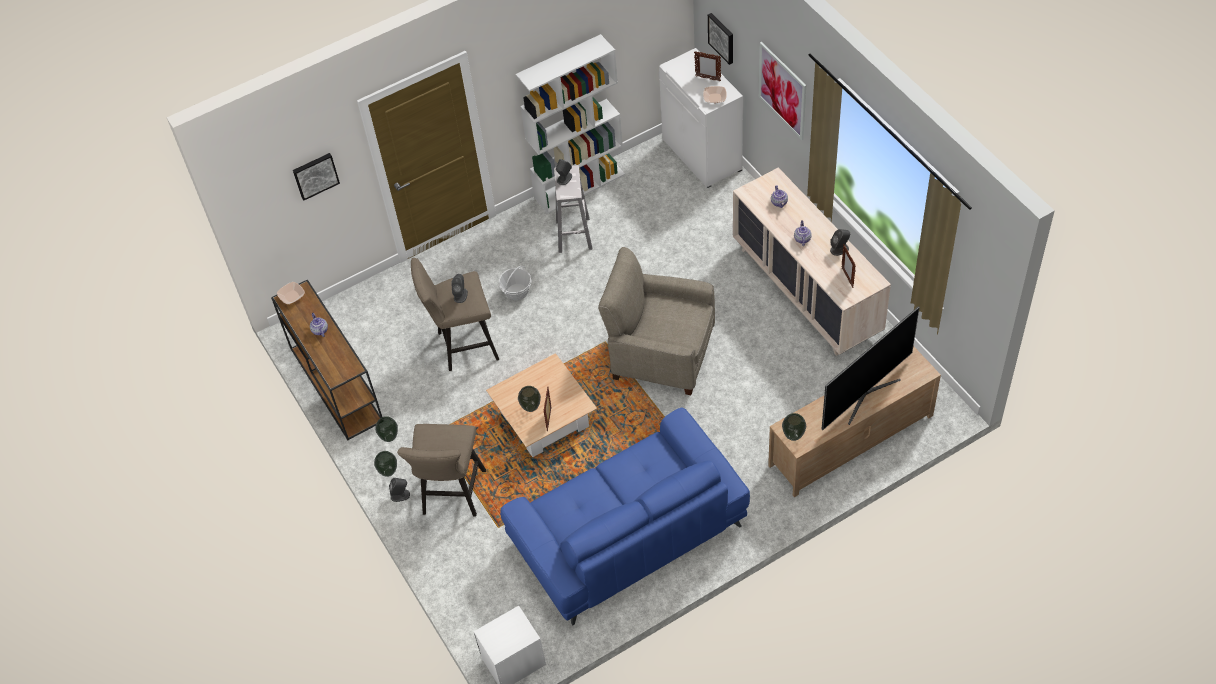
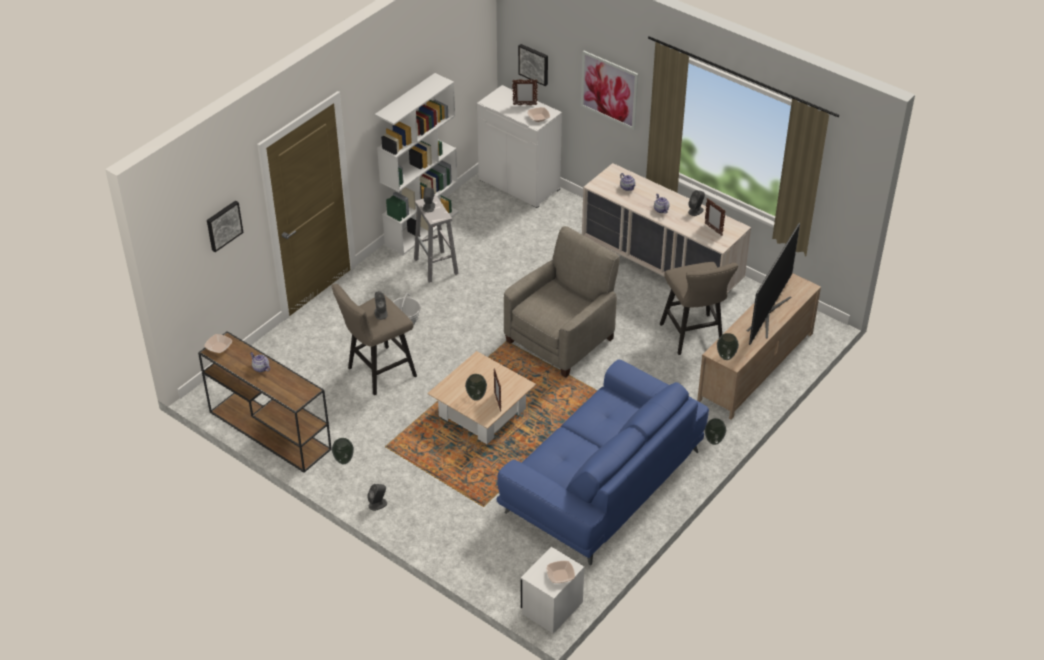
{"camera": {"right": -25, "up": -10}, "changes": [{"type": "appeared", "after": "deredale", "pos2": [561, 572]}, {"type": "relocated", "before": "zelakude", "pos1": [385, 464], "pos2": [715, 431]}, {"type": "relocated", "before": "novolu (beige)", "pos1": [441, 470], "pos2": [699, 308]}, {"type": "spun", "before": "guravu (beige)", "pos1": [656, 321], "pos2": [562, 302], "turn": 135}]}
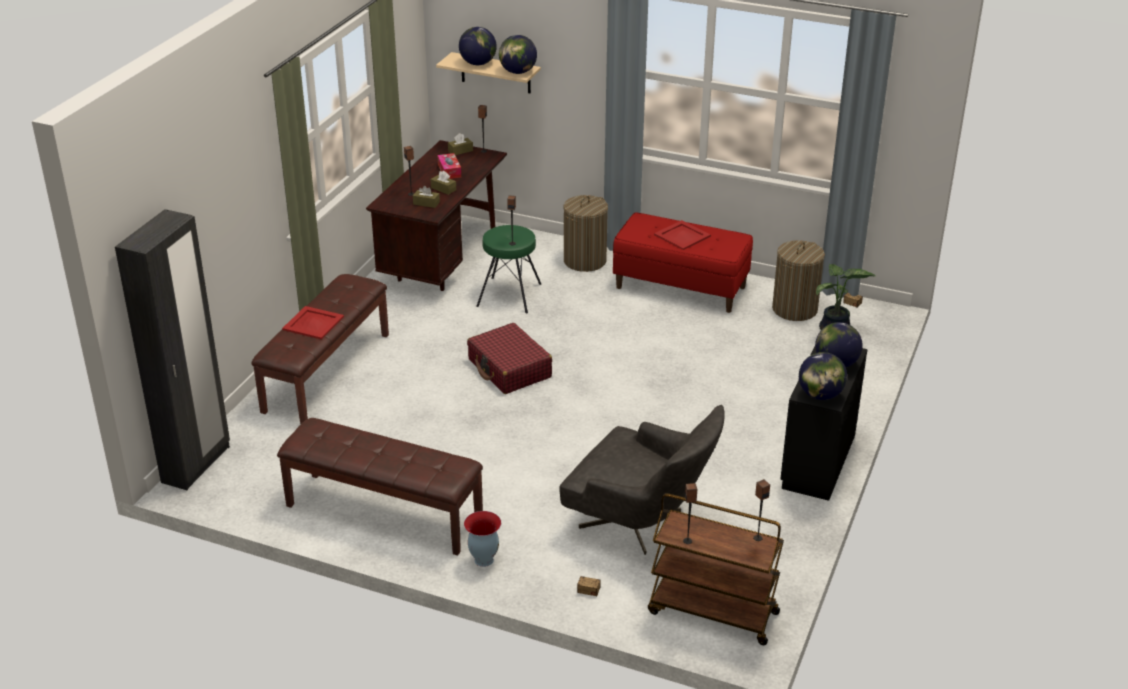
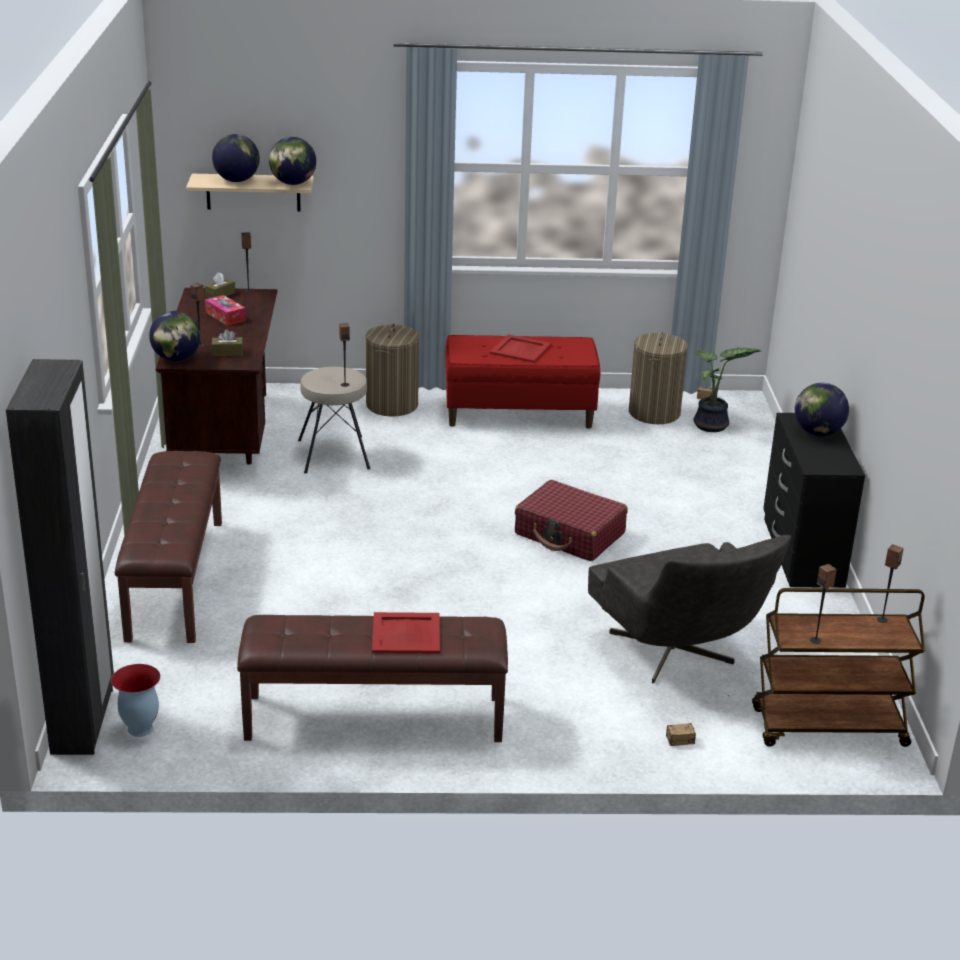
{"camera": {"right": -25, "up": -5}, "changes": [{"type": "missing", "before": "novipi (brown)", "pos1": [443, 183]}, {"type": "relocated", "before": "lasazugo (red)", "pos1": [313, 323], "pos2": [406, 633]}, {"type": "relocated", "before": "zelakude", "pos1": [482, 539], "pos2": [135, 700]}, {"type": "relocated", "before": "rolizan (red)", "pos1": [509, 358], "pos2": [571, 520]}, {"type": "relocated", "before": "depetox", "pos1": [823, 376], "pos2": [175, 336]}, {"type": "colour", "before": "novolu (green)", "after": "novolu (beige)", "pos1": [508, 269], "pos2": [334, 420]}, {"type": "spun", "before": "guravu (grey)", "pos1": [642, 480], "pos2": [689, 609], "turn": 60}]}
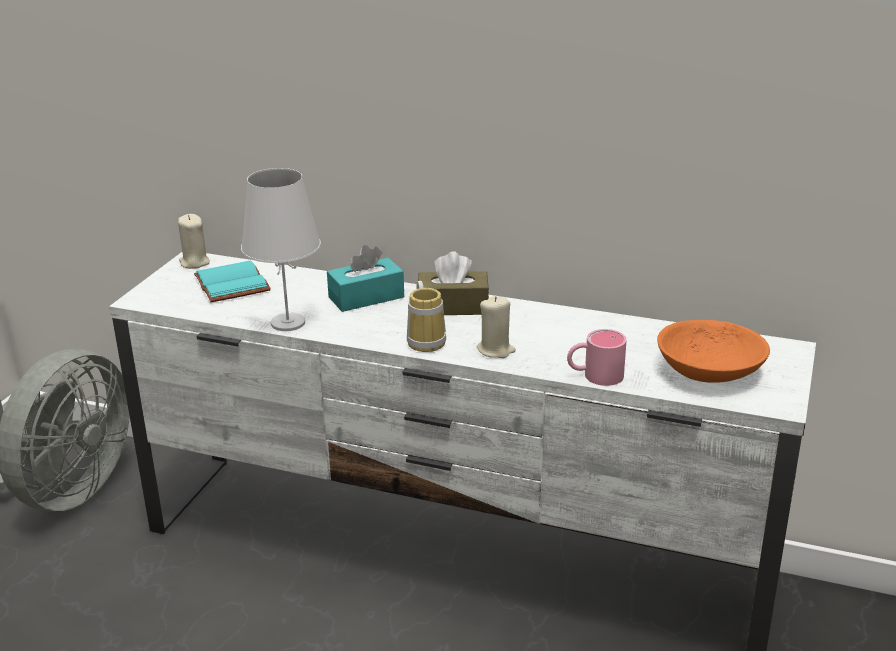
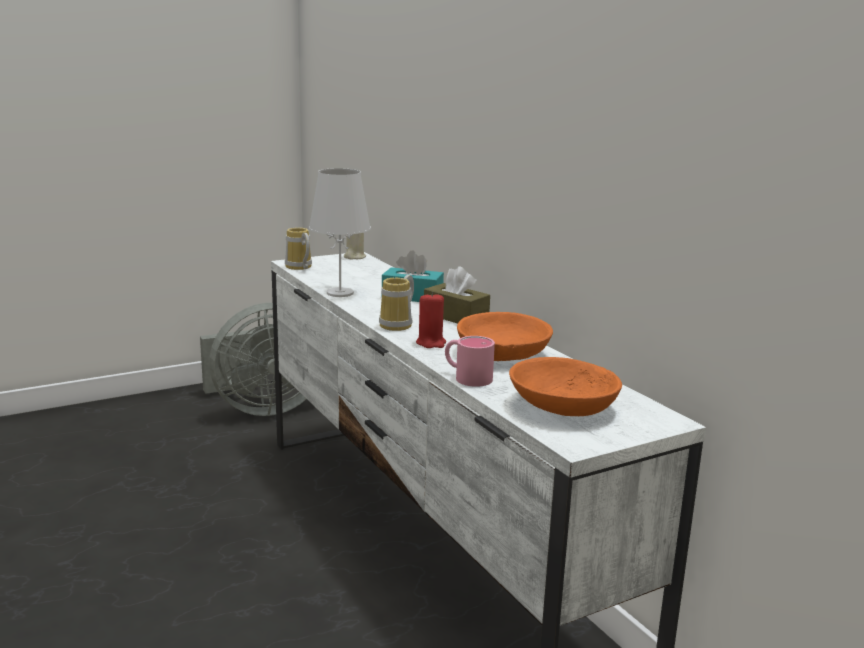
{"camera": {"right": 40, "up": -10}, "changes": [{"type": "missing", "before": "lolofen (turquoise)", "pos1": [232, 281]}, {"type": "appeared", "after": "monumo", "pos2": [298, 249]}, {"type": "appeared", "after": "deredale (orange)", "pos2": [505, 336]}, {"type": "colour", "before": "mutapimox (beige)", "after": "mutapimox (red)", "pos1": [496, 327], "pos2": [431, 320]}]}
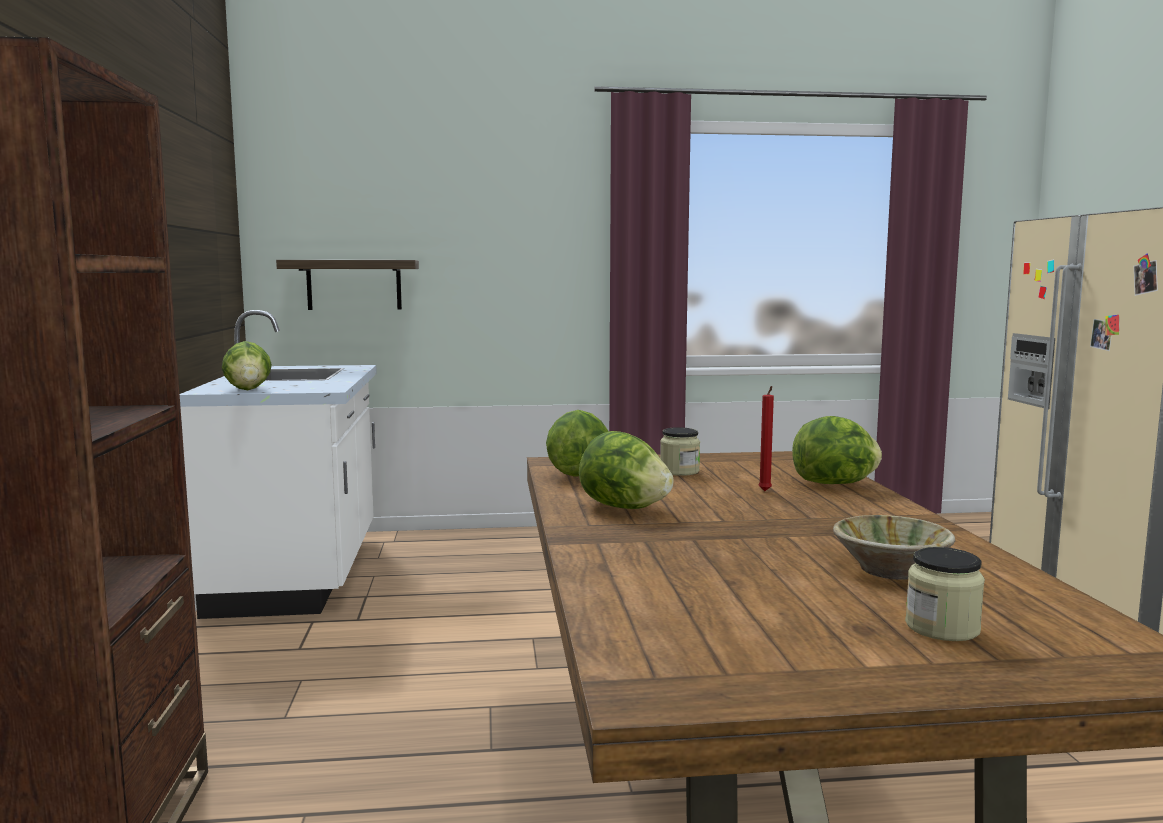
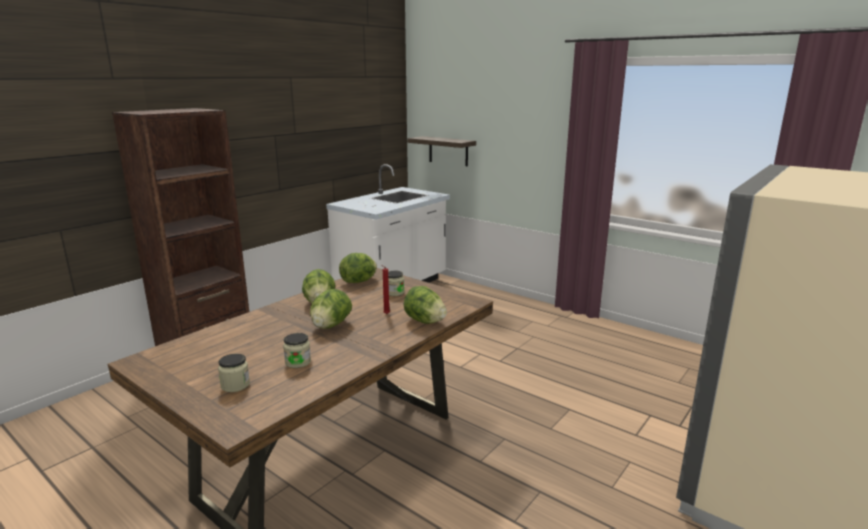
{"camera": {"right": 45, "up": 10}, "changes": [{"type": "relocated", "before": "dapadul", "pos1": [247, 365], "pos2": [331, 309]}, {"type": "exchanged", "before": "deredale (beige)", "after": "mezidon", "pos1": [894, 547], "pos2": [297, 350]}]}
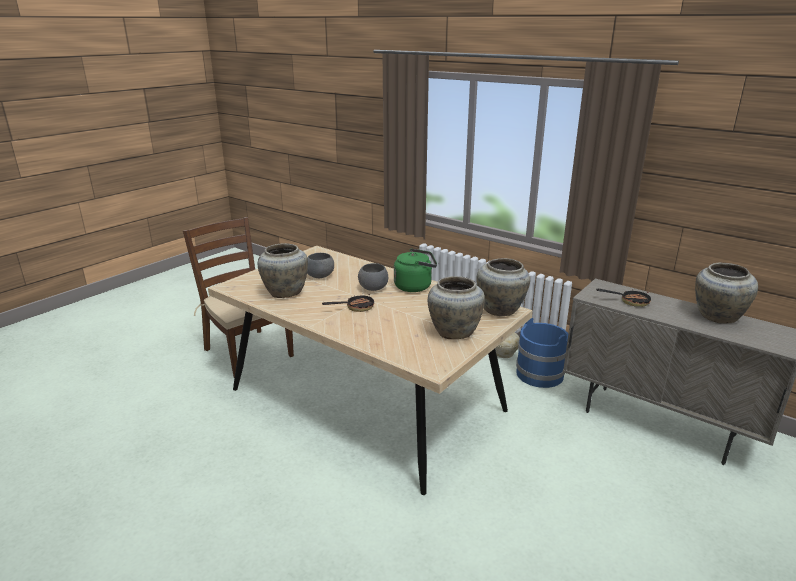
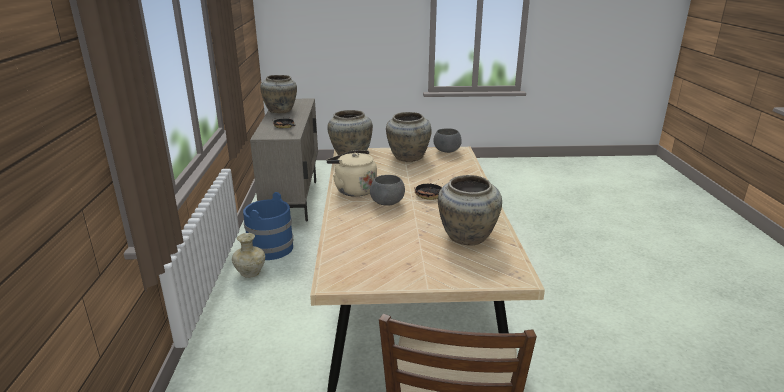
{"camera": {"right": -130, "up": 0}, "changes": [{"type": "relocated", "before": "deredale (grey)", "pos1": [320, 265], "pos2": [447, 140]}, {"type": "colour", "before": "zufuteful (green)", "after": "zufuteful (beige)", "pos1": [415, 270], "pos2": [352, 173]}]}
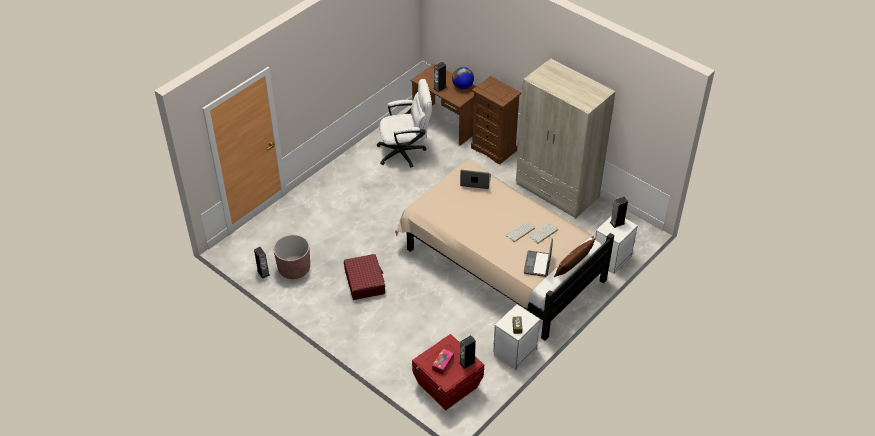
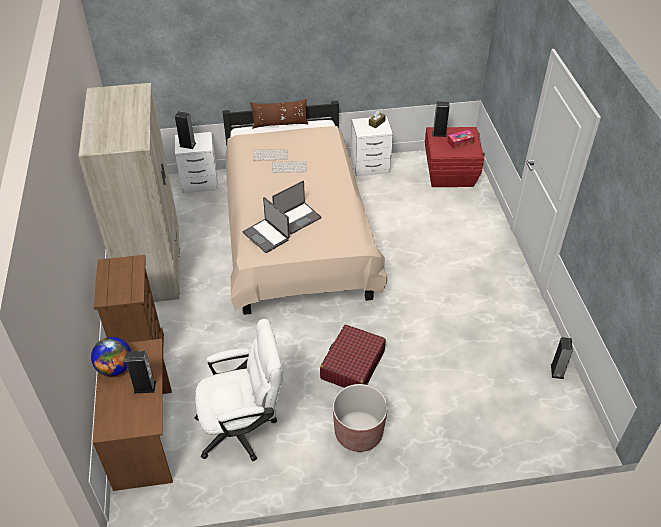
{"camera": {"right": -140, "up": 0}, "changes": [{"type": "relocated", "before": "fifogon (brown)", "pos1": [291, 257], "pos2": [360, 418]}, {"type": "relocated", "before": "rolizan (red)", "pos1": [364, 277], "pos2": [353, 356]}, {"type": "relocated", "before": "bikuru", "pos1": [538, 258], "pos2": [296, 207]}, {"type": "spun", "before": "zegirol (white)", "pos1": [404, 123], "pos2": [238, 390], "turn": 135}]}
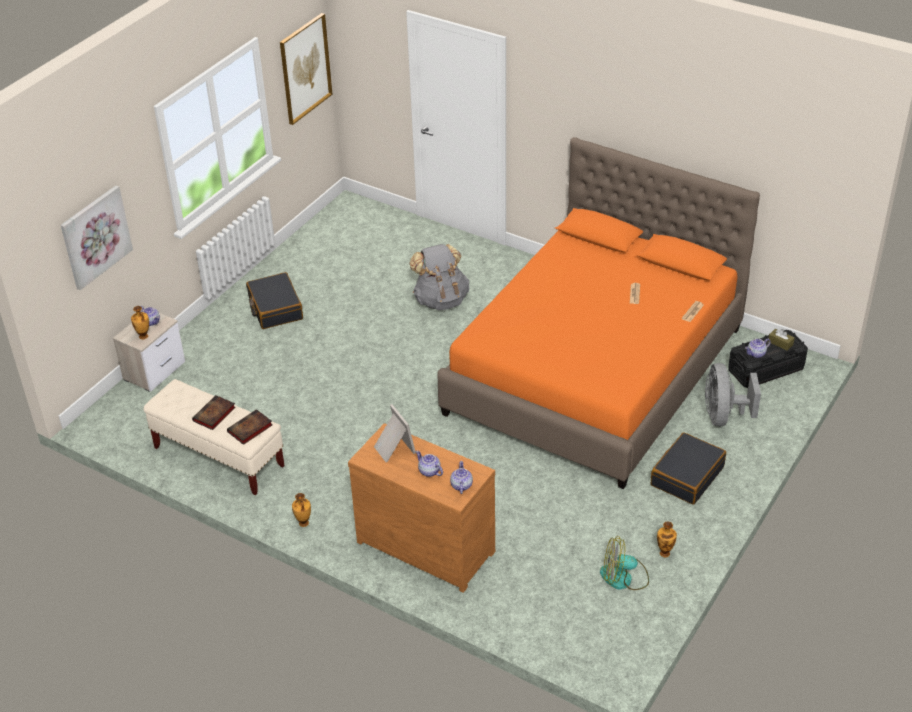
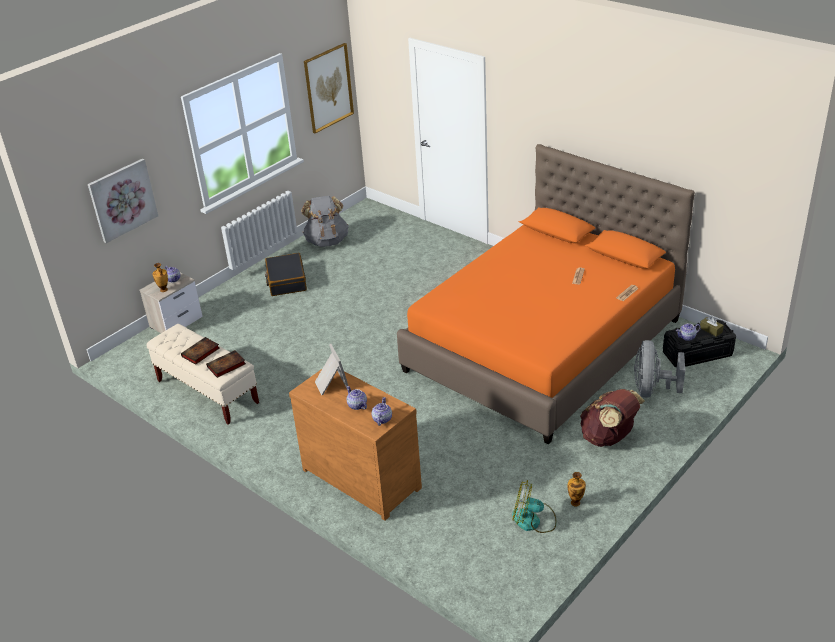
{"camera": {"right": 10, "up": -5}, "changes": [{"type": "missing", "before": "zelakude", "pos1": [301, 510]}, {"type": "relocated", "before": "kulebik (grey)", "pos1": [439, 277], "pos2": [325, 221]}, {"type": "exchanged", "before": "rolizan (black)", "after": "kulebik (brown)", "pos1": [688, 468], "pos2": [612, 418]}]}
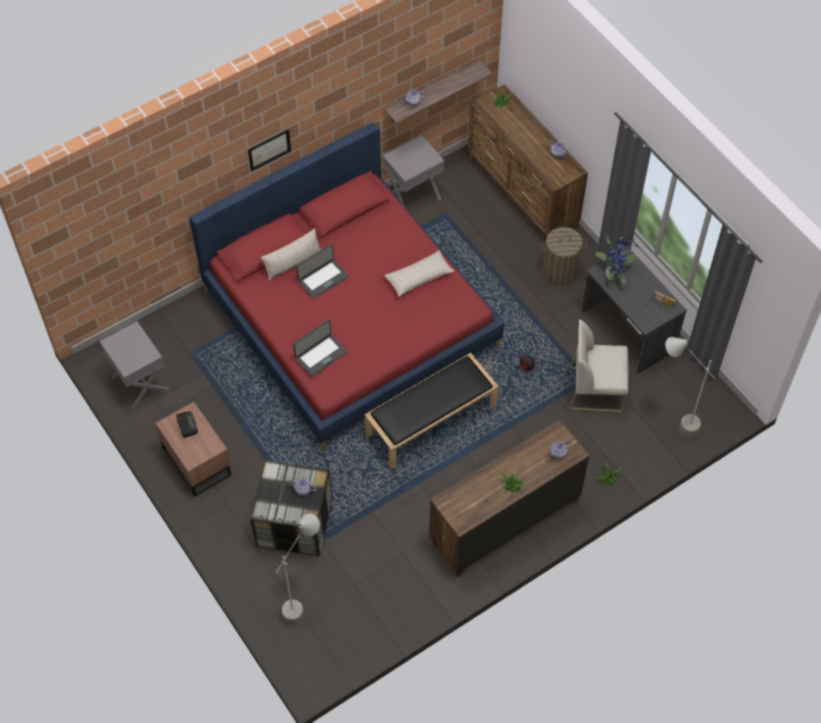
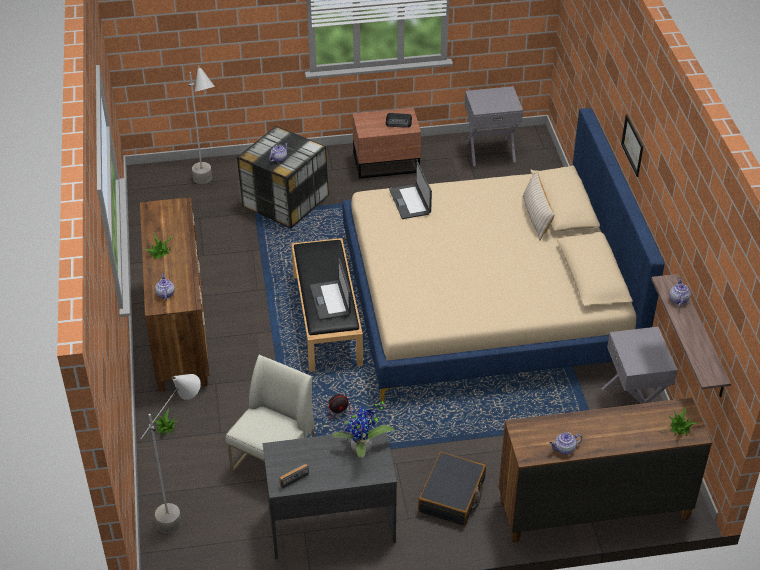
{"camera": {"right": 115, "up": -15}, "changes": [{"type": "missing", "before": "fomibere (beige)", "pos1": [419, 273]}, {"type": "relocated", "before": "bikuru", "pos1": [322, 271], "pos2": [330, 289]}, {"type": "exchanged", "before": "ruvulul", "after": "rolizan (black)", "pos1": [564, 256], "pos2": [452, 489]}, {"type": "colour", "before": "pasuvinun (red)", "after": "pasuvinun (beige)", "pos1": [346, 286], "pos2": [503, 255]}]}
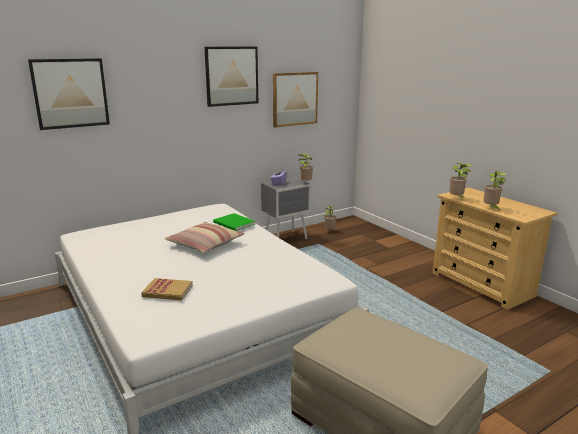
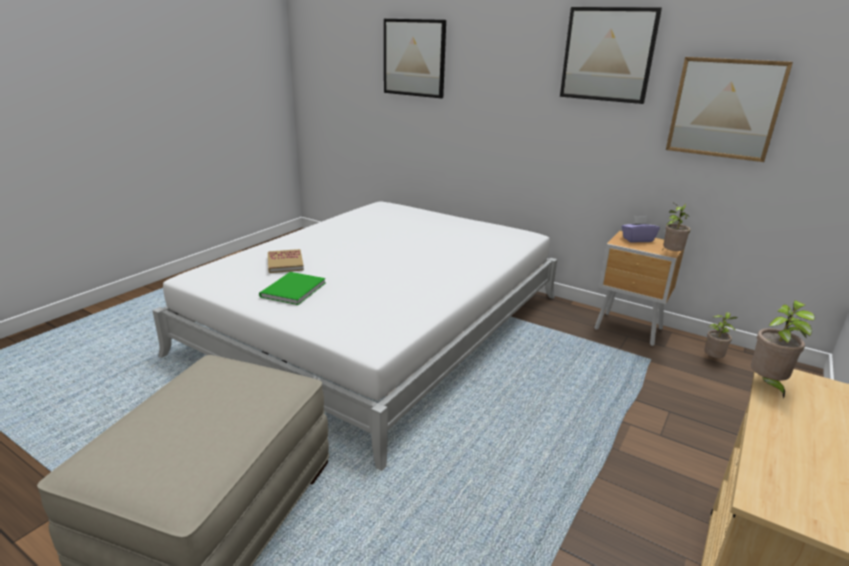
{"camera": {"right": 65, "up": 5}, "changes": [{"type": "missing", "before": "fomibere", "pos1": [204, 237]}, {"type": "missing", "before": "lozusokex", "pos1": [495, 190]}, {"type": "relocated", "before": "lolofen (green)", "pos1": [234, 222], "pos2": [292, 288]}, {"type": "colour", "before": "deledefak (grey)", "after": "deledefak (brown)", "pos1": [286, 208], "pos2": [639, 288]}]}
